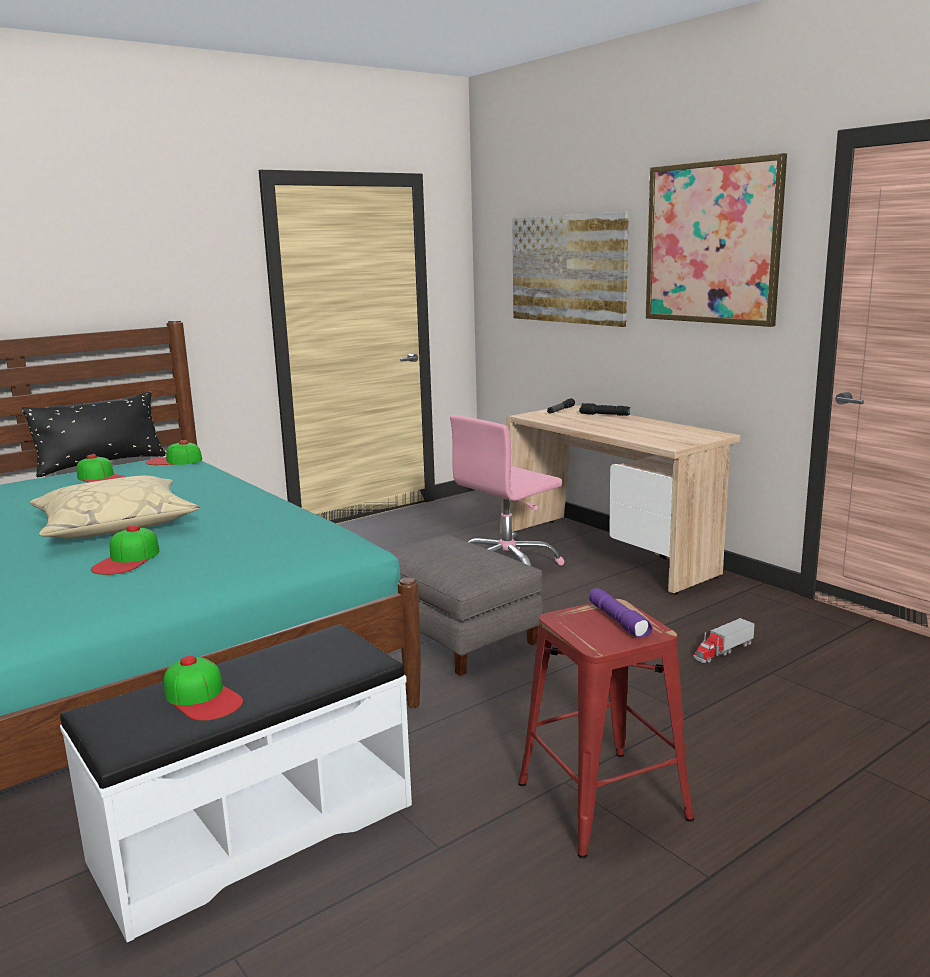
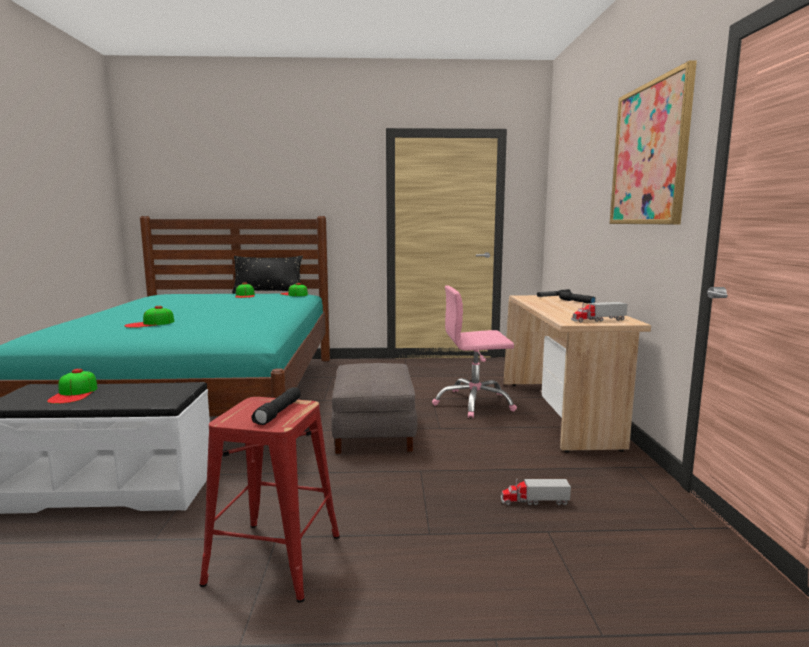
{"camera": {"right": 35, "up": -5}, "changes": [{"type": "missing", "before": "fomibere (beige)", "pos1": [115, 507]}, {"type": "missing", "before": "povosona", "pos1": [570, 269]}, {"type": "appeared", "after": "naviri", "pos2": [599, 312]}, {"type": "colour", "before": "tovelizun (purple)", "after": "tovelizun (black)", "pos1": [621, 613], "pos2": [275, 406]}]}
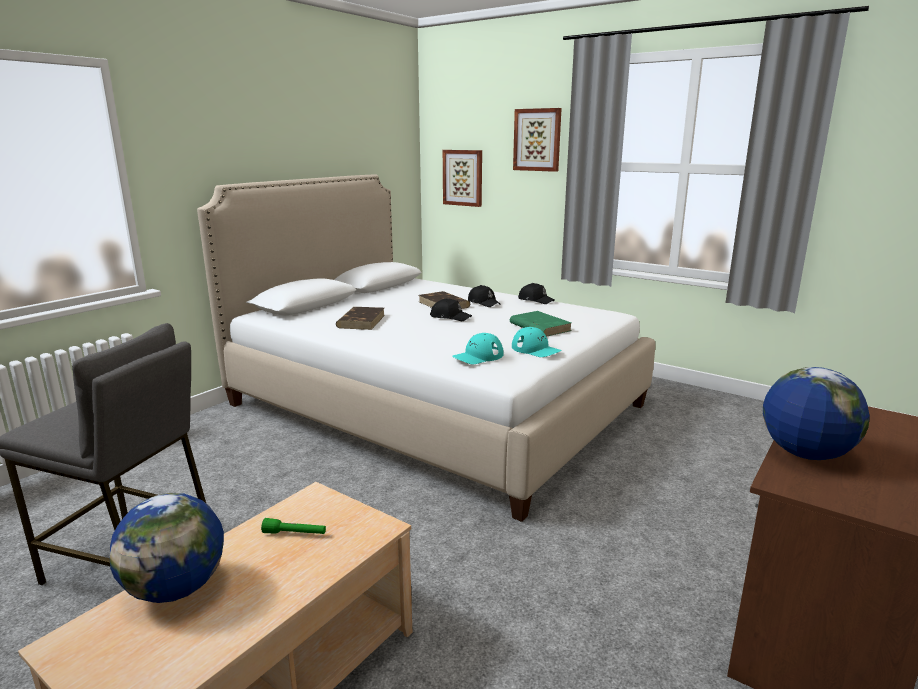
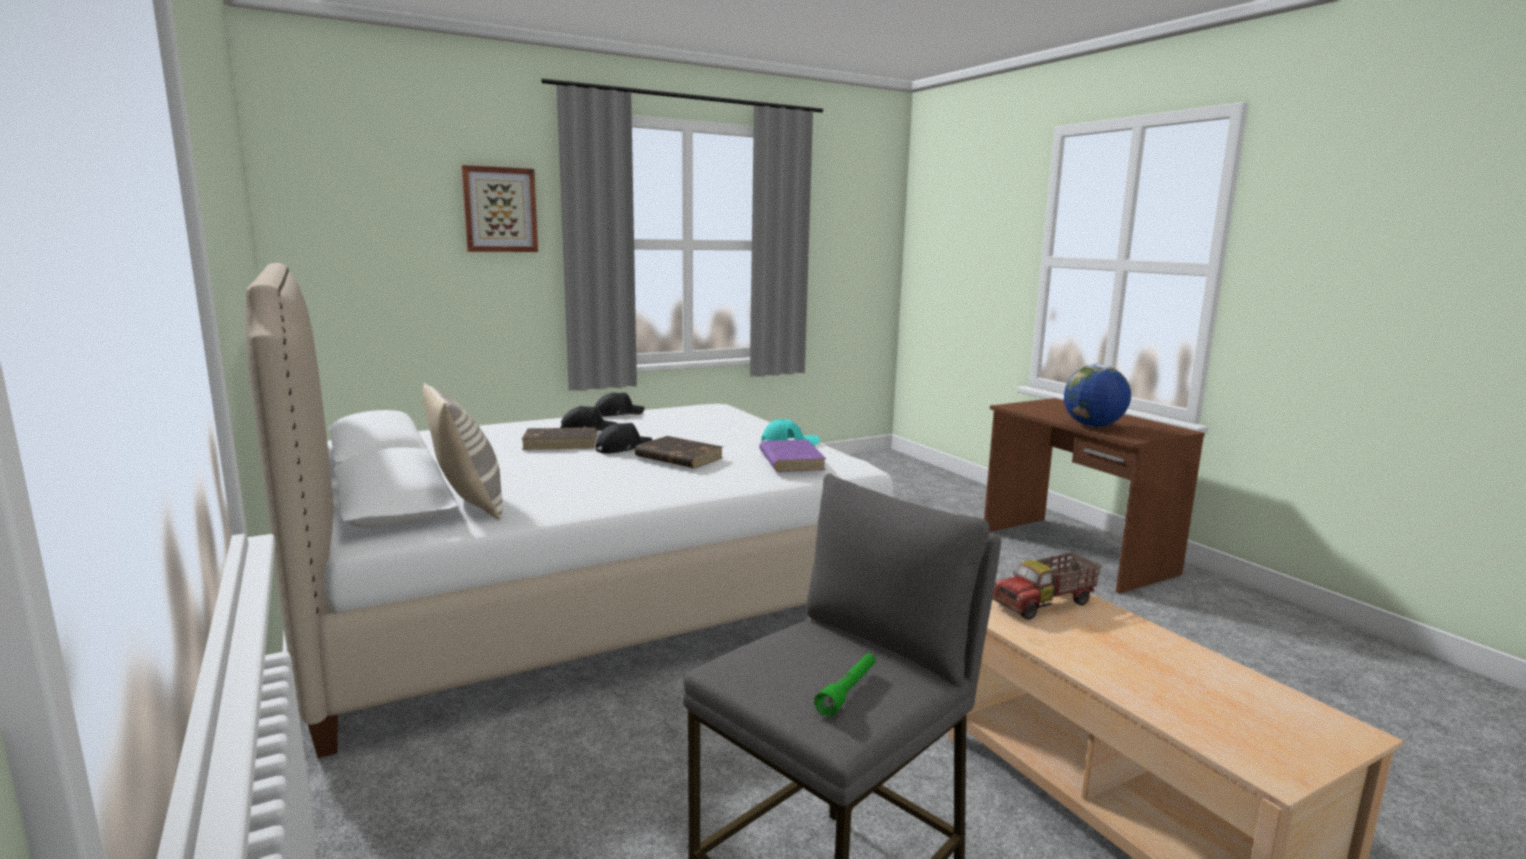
{"camera": {"right": -65, "up": -5}, "changes": [{"type": "missing", "before": "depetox", "pos1": [167, 548]}, {"type": "missing", "before": "povosona", "pos1": [462, 178]}, {"type": "missing", "before": "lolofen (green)", "pos1": [540, 324]}, {"type": "appeared", "after": "fomibere", "pos2": [463, 451]}, {"type": "appeared", "after": "naviri", "pos2": [1047, 586]}, {"type": "relocated", "before": "tovelizun (green)", "pos1": [293, 526], "pos2": [845, 685]}, {"type": "relocated", "before": "lolofen (brown)", "pos1": [360, 318], "pos2": [678, 452]}, {"type": "exchanged", "before": "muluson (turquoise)", "after": "lolofen (purple)", "pos1": [477, 348], "pos2": [792, 456]}]}
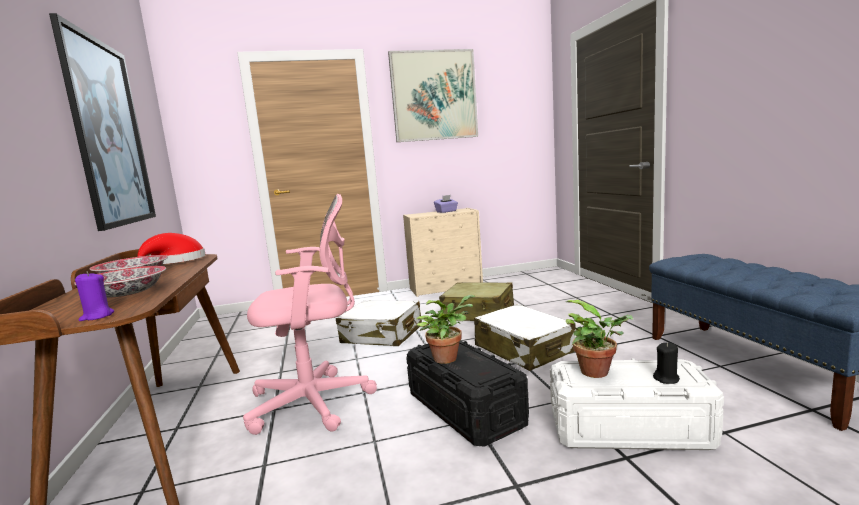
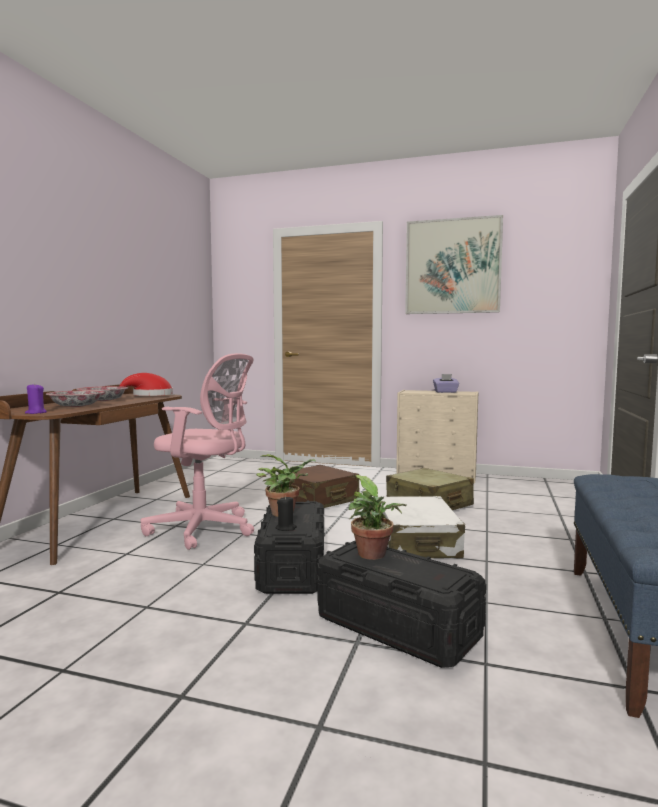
{"camera": {"right": 30, "up": -5}, "changes": [{"type": "missing", "before": "povosona", "pos1": [102, 122]}, {"type": "relocated", "before": "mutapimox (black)", "pos1": [666, 363], "pos2": [286, 513]}, {"type": "colour", "before": "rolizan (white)", "after": "rolizan (brown)", "pos1": [379, 323], "pos2": [319, 486]}, {"type": "colour", "before": "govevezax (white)", "after": "govevezax (black)", "pos1": [637, 404], "pos2": [401, 604]}]}
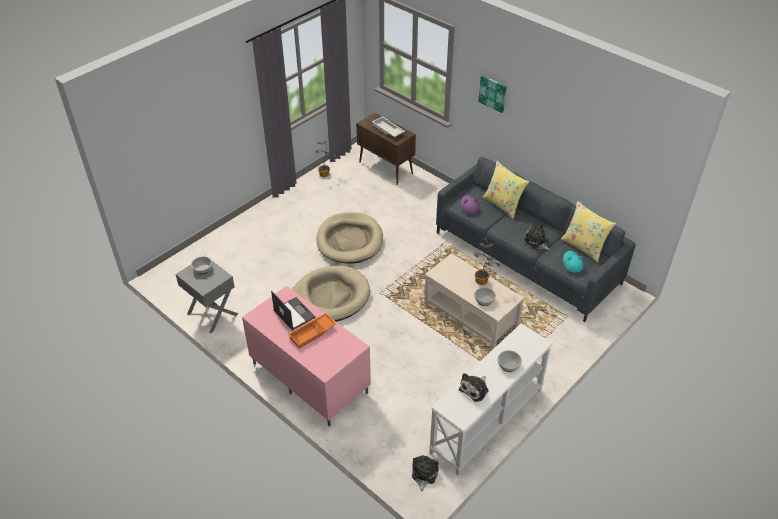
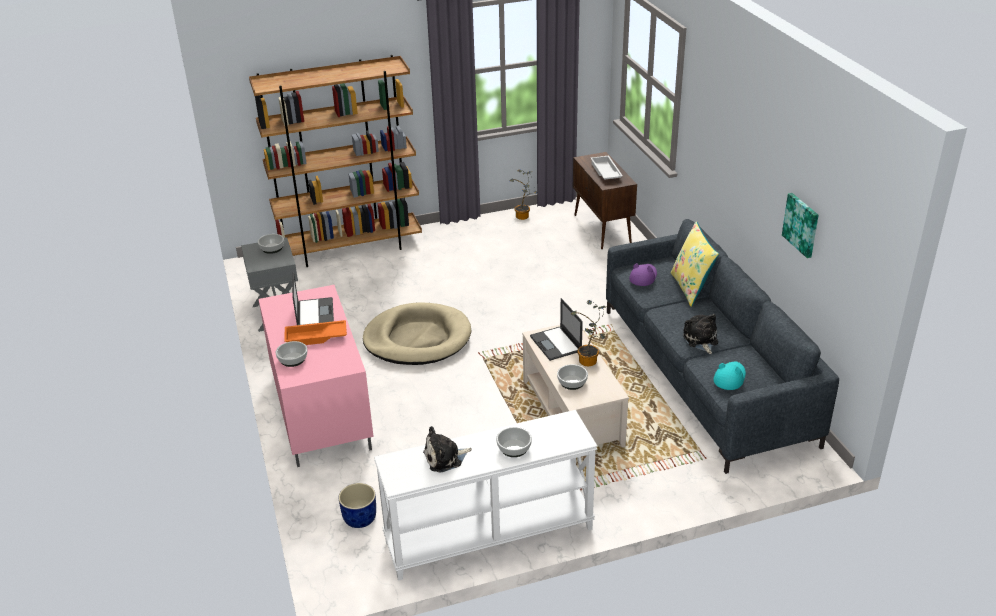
{"camera": {"right": 30, "up": -10}, "changes": [{"type": "missing", "before": "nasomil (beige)", "pos1": [349, 238]}, {"type": "missing", "before": "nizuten", "pos1": [425, 473]}, {"type": "missing", "before": "fomibere (yellow)", "pos1": [588, 231]}, {"type": "appeared", "after": "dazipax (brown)", "pos2": [335, 161]}, {"type": "appeared", "after": "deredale", "pos2": [291, 354]}, {"type": "appeared", "after": "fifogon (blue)", "pos2": [357, 505]}, {"type": "appeared", "after": "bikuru", "pos2": [556, 329]}, {"type": "relocated", "before": "povosona", "pos1": [492, 94], "pos2": [800, 225]}]}
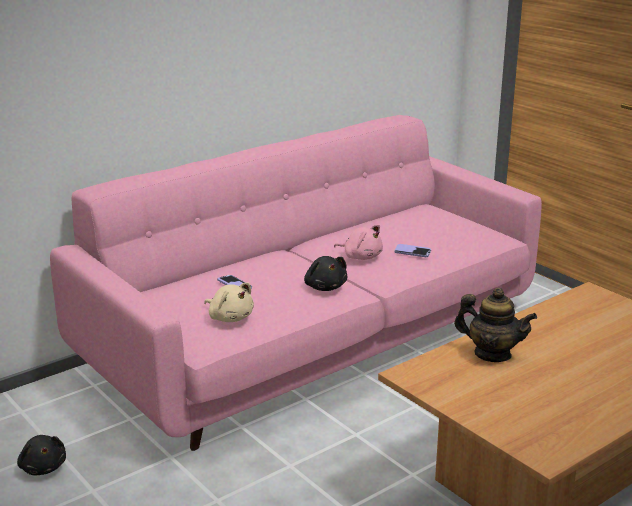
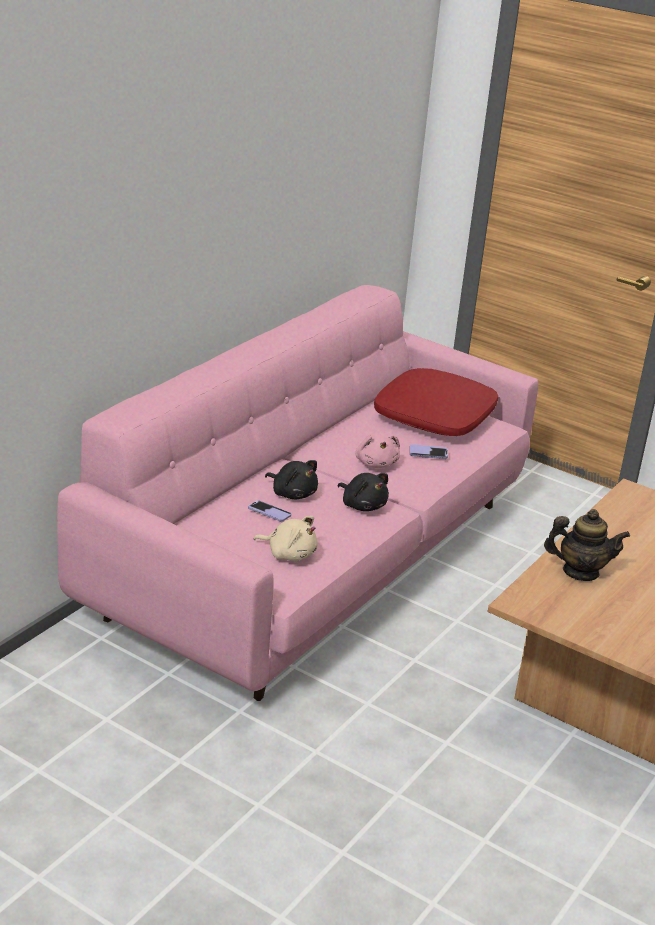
{"camera": {"right": -20, "up": 5}, "changes": [{"type": "appeared", "after": "fomibere (red)", "pos2": [436, 402]}, {"type": "relocated", "before": "nizuten (black)", "pos1": [41, 455], "pos2": [291, 479]}, {"type": "spun", "before": "nizuten (pink)", "pos1": [358, 242], "pos2": [377, 450], "turn": 60}]}
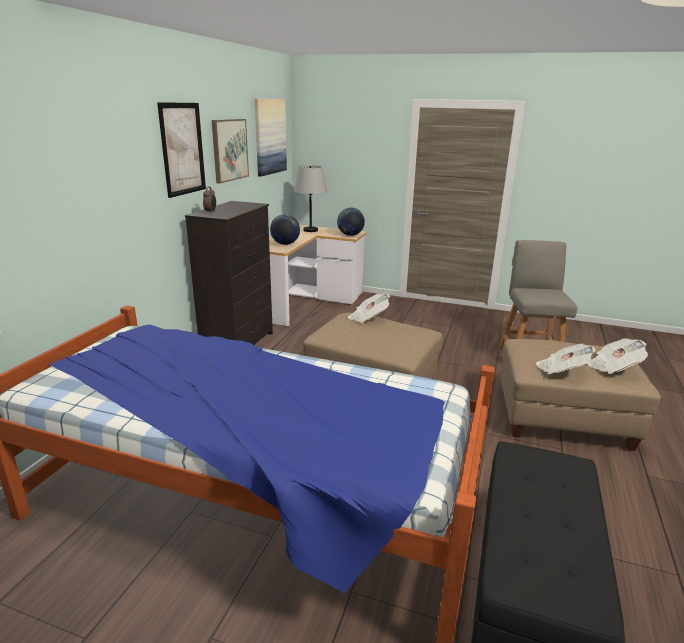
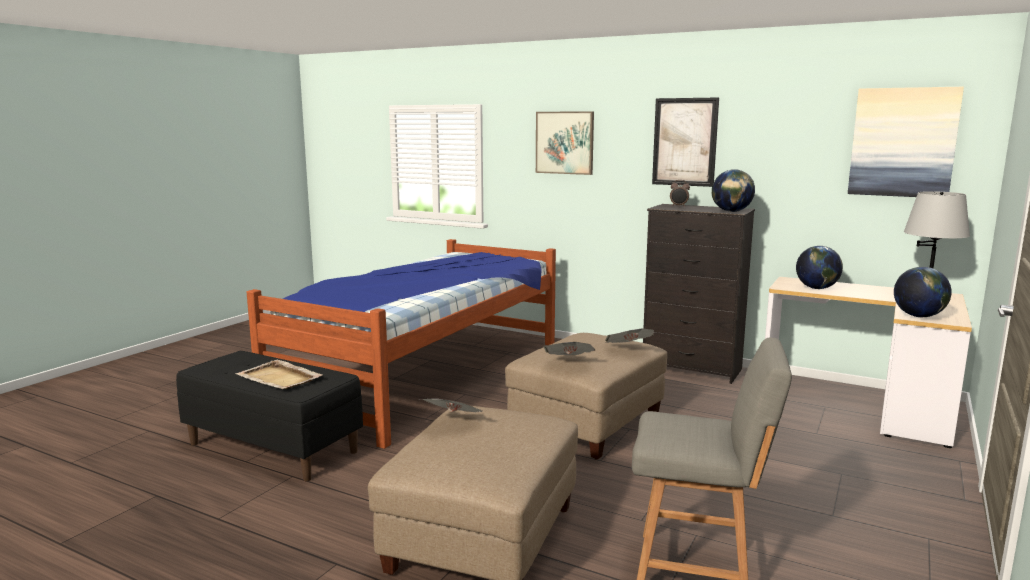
{"camera": {"right": 100, "up": -10}, "changes": [{"type": "appeared", "after": "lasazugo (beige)", "pos2": [279, 374]}, {"type": "appeared", "after": "depetox", "pos2": [733, 190]}, {"type": "relocated", "before": "povosona", "pos1": [230, 151], "pos2": [565, 143]}, {"type": "relocated", "before": "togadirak", "pos1": [617, 356], "pos2": [568, 348]}]}
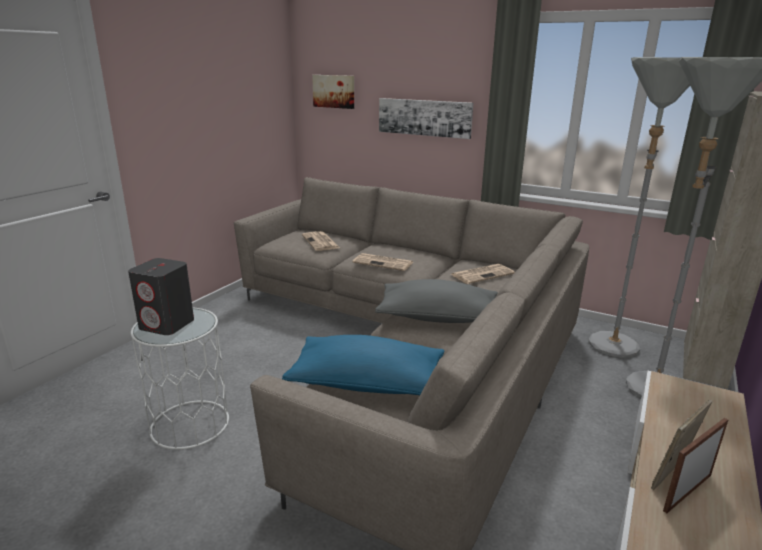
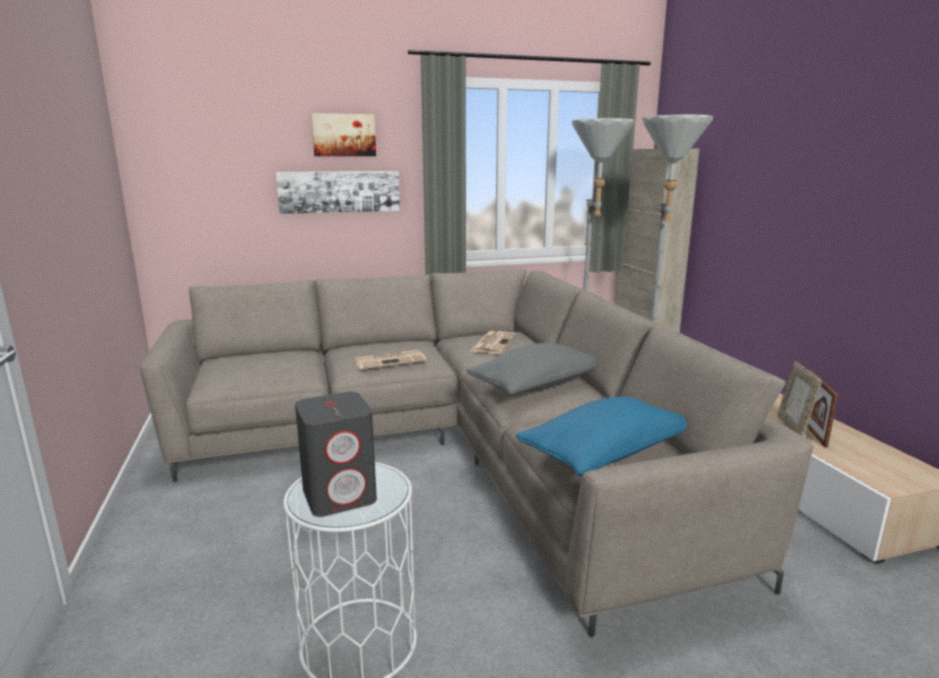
{"camera": {"right": -45, "up": -5}, "changes": [{"type": "missing", "before": "togadirak", "pos1": [321, 241]}, {"type": "relocated", "before": "povosona", "pos1": [333, 92], "pos2": [343, 134]}]}
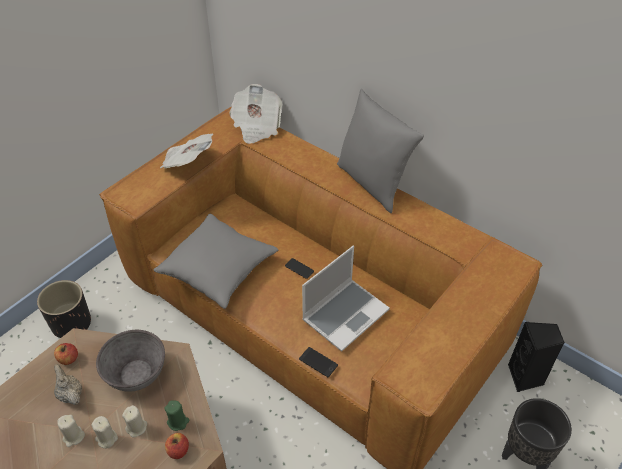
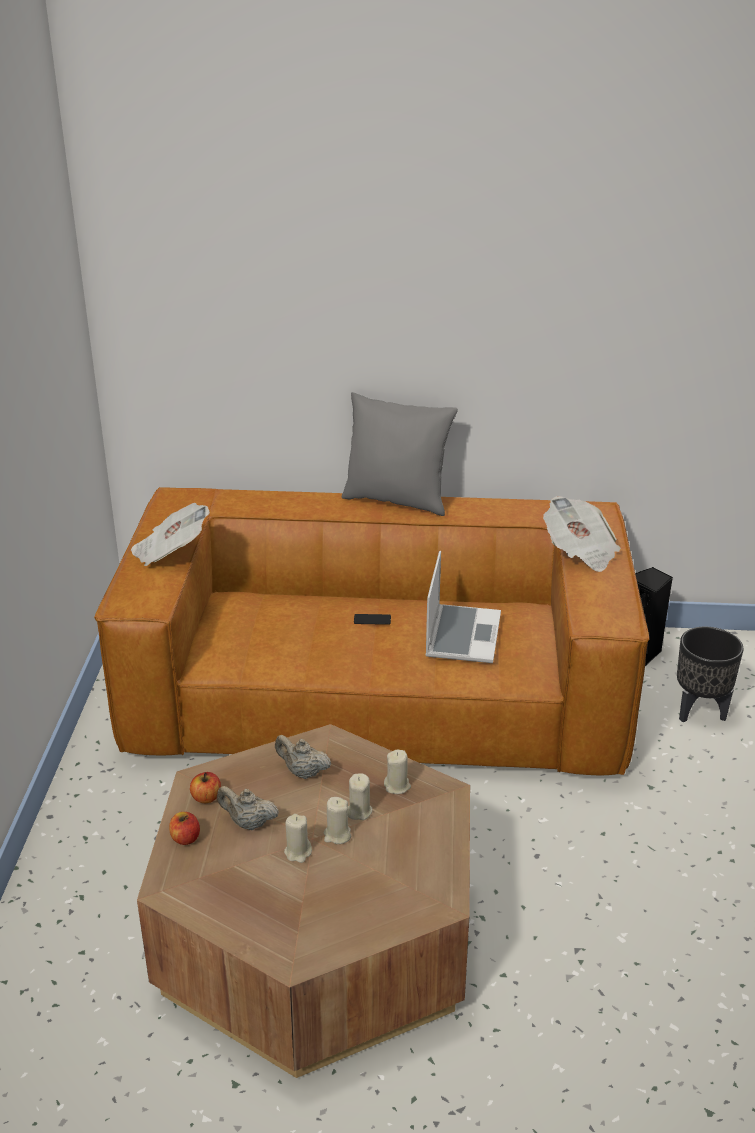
{"camera": {"right": -35, "up": -15}, "changes": [{"type": "missing", "before": "fifogon (black)", "pos1": [64, 309]}, {"type": "missing", "before": "fomibere (grey)", "pos1": [216, 261]}, {"type": "missing", "before": "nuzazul", "pos1": [318, 362]}, {"type": "relocated", "before": "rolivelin", "pos1": [177, 446], "pos2": [184, 828]}, {"type": "relocated", "before": "togadirak", "pos1": [255, 114], "pos2": [582, 534]}, {"type": "exchanged", "before": "deredale (grey)", "after": "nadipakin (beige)", "pos1": [130, 361], "pos2": [303, 757]}, {"type": "colour", "before": "mutapimox (green)", "after": "mutapimox (beige)", "pos1": [176, 416], "pos2": [397, 771]}]}
